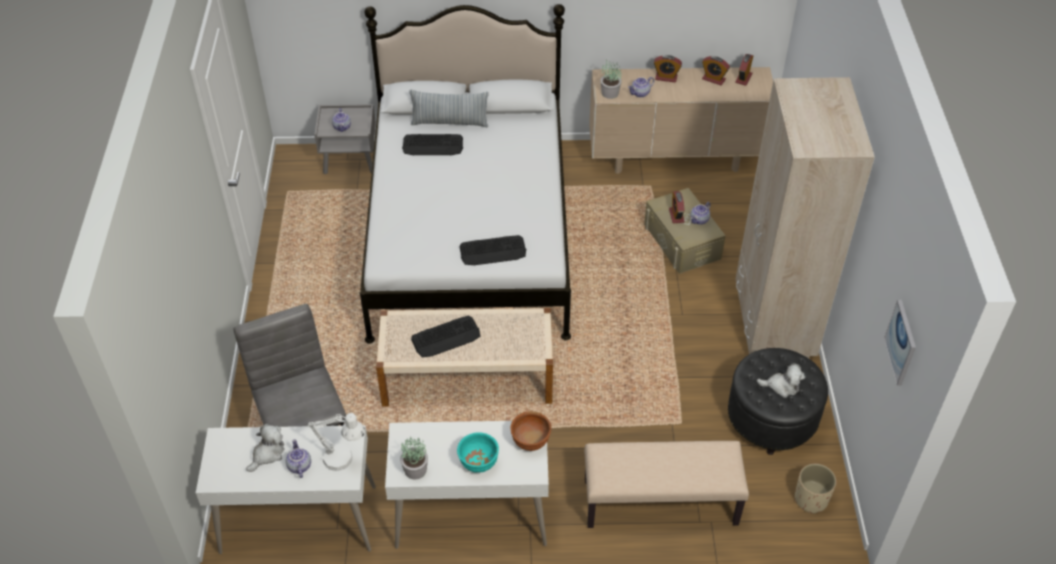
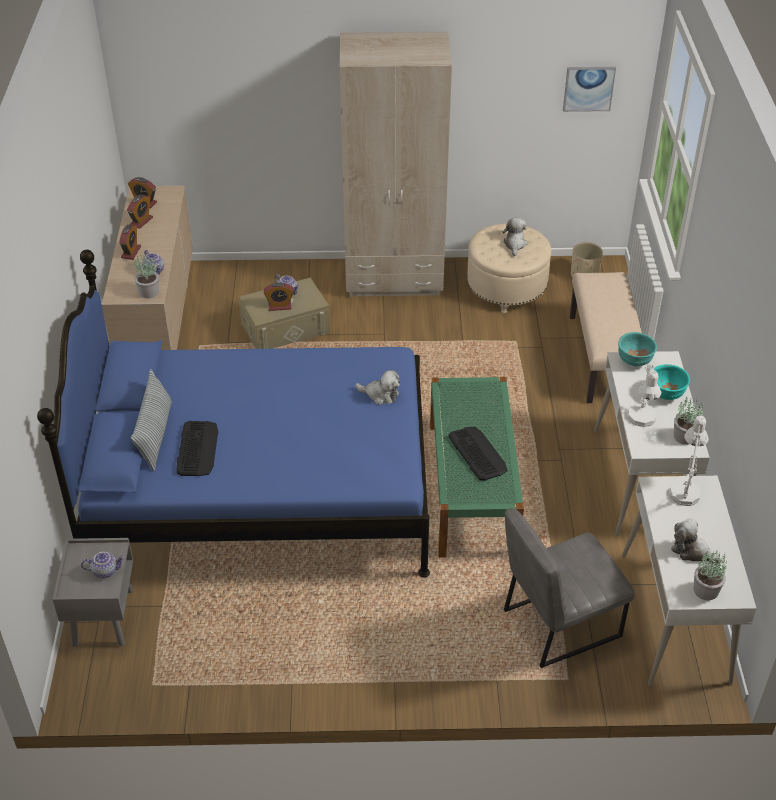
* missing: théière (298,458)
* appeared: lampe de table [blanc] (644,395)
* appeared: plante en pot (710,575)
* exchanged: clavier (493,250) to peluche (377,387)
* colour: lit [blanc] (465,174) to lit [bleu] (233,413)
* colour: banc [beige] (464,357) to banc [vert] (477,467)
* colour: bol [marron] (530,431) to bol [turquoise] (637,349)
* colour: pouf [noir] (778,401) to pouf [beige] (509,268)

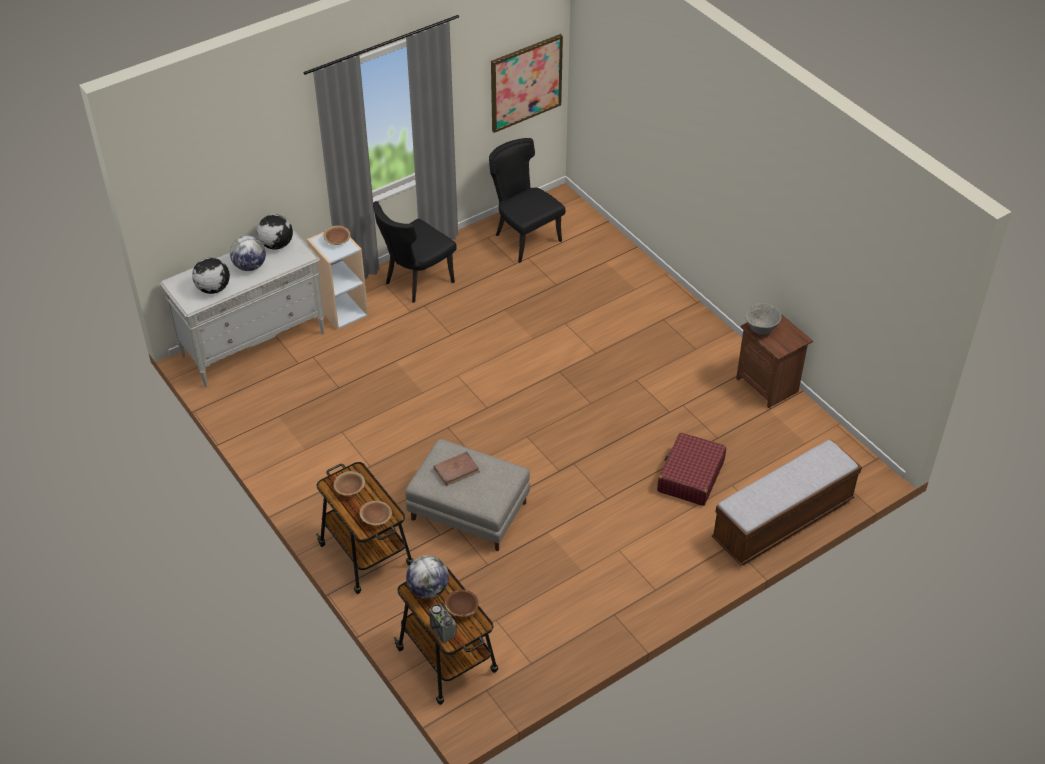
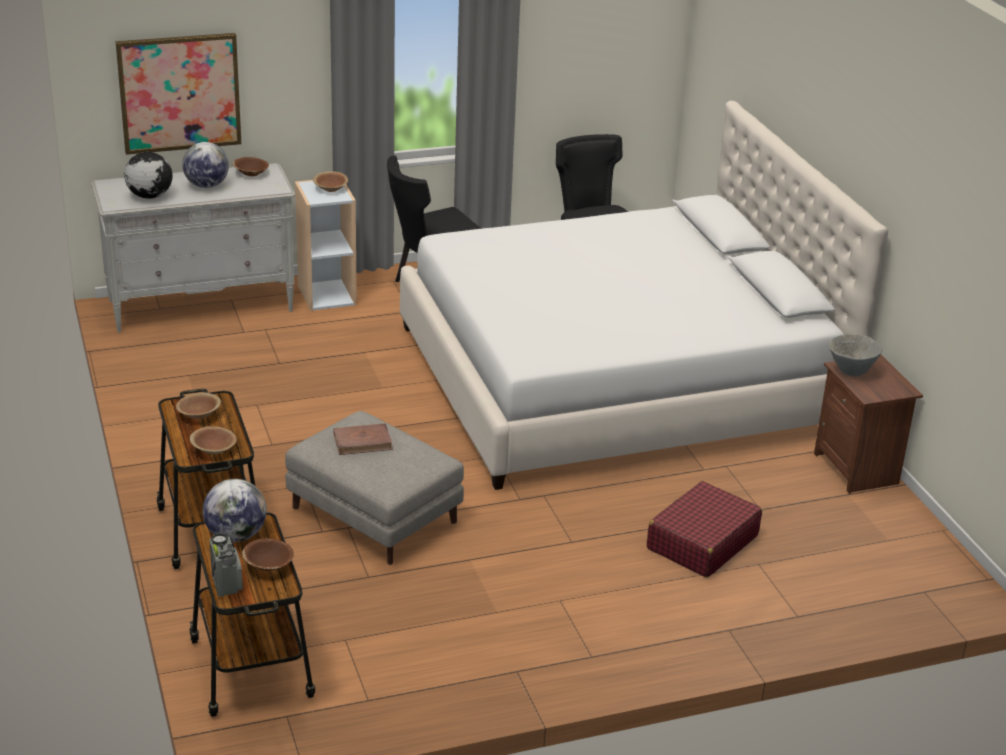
* missing: banc (787,503)
* appeared: lit [blanc] (644,295)
* relocated: tableau (527,83) to (178,94)
* exchanged: globe (275,232) to bol [marron] (251,166)

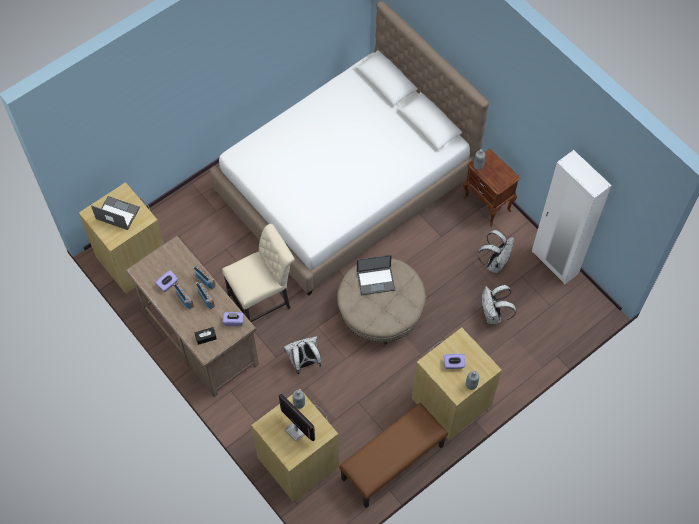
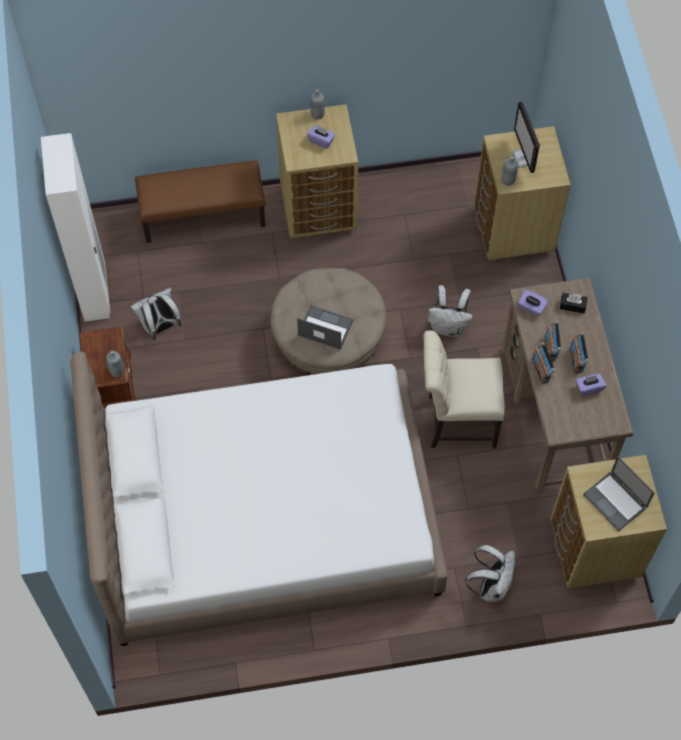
* relocated: banc [marron] (393,455) to (200,202)
* relocated: sac à dos [blanc] (499,304) to (490,573)

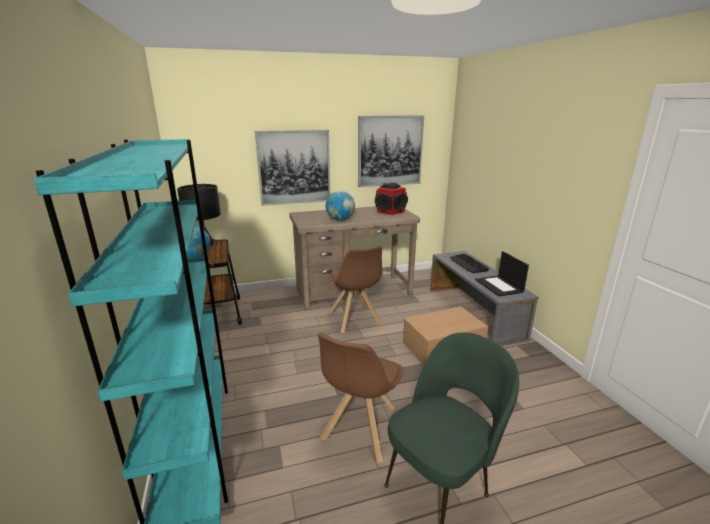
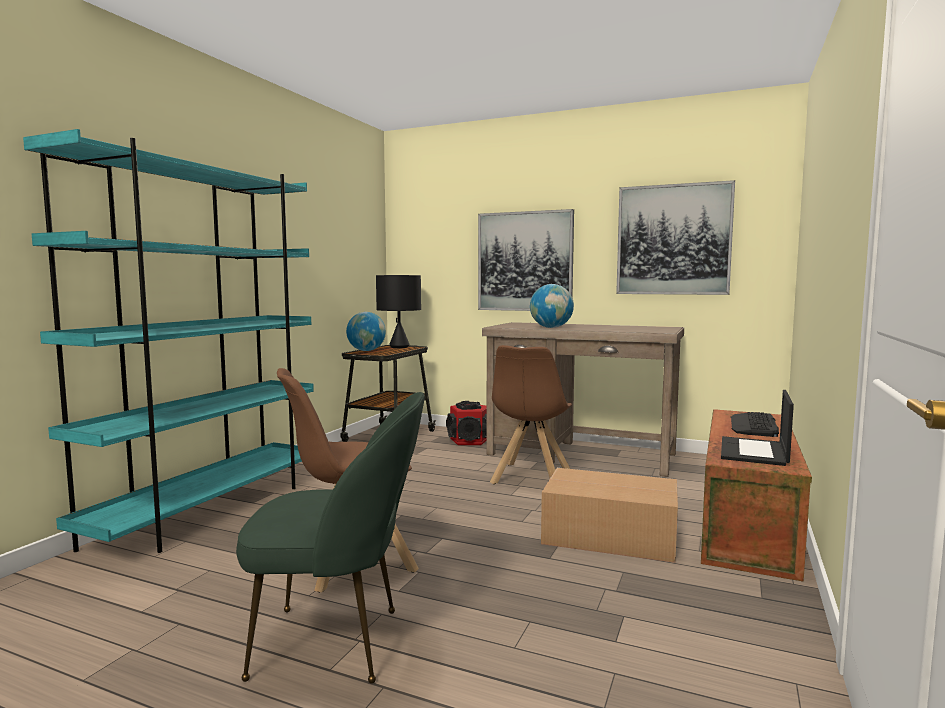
* relocated: enceinte (391,199) to (466,423)
* colour: banc [gris] (484,298) to banc [marron] (756,495)

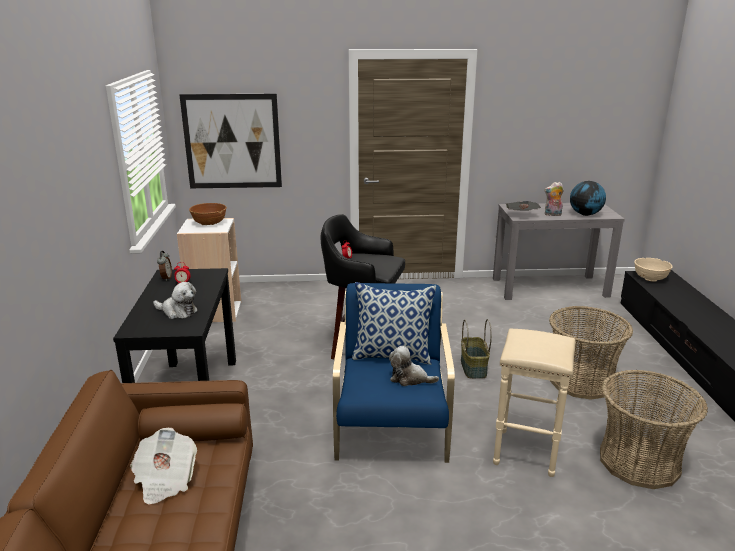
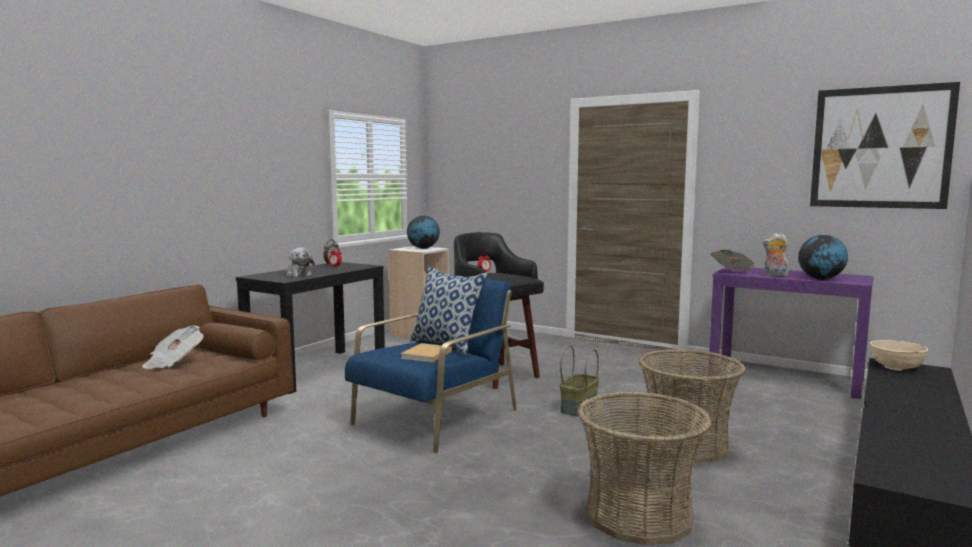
* missing: tabouret [beige] (534,403)
* relocated: tableau (230,141) to (885,145)
* exchanged: bol [marron] (208,214) to globe (423,232)
* exchanged: peluche (414,366) to livre [beige] (426,353)
* colour: table console [gris] (559,251) to table console [violet] (791,333)

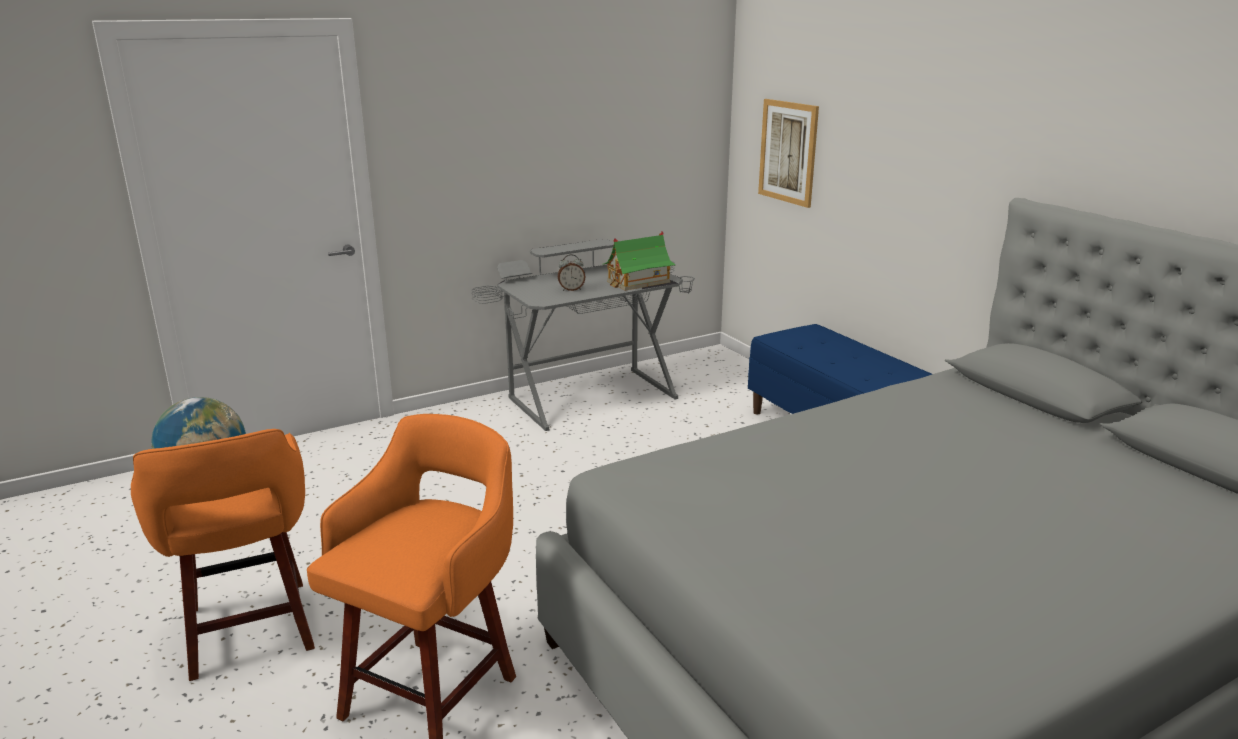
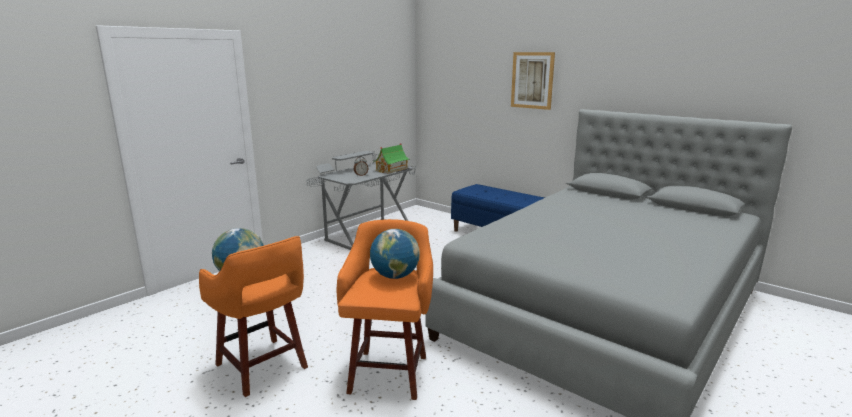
* appeared: globe (395,254)
* relocated: tableau (788,153) to (533,81)

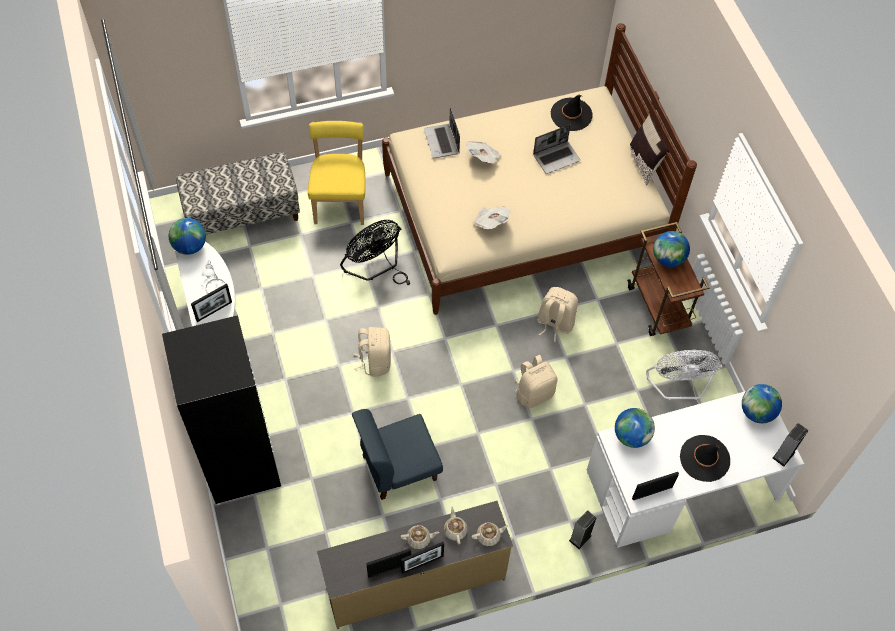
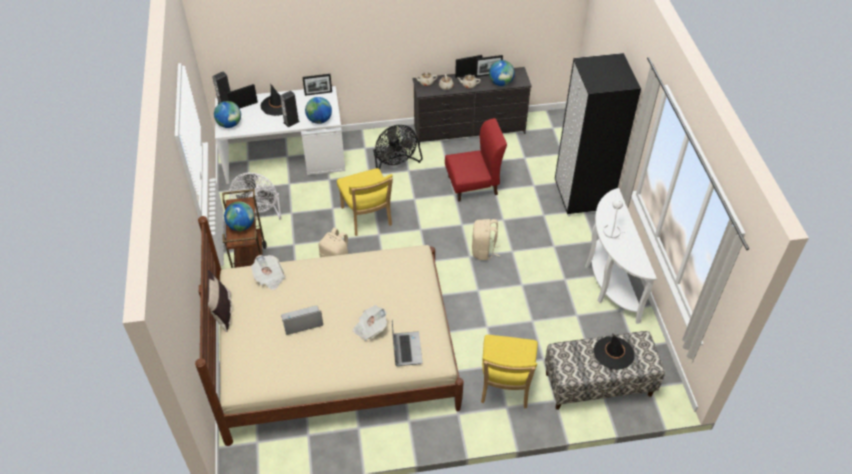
* relocated: globe (187,236) to (502,73)
* relocated: cadre photo (211,302) to (242,96)
* relocated: ventilateur [noir] (375,252) to (398,147)
* relocated: journal (492,217) to (268,272)
* relocated: chapeau [noir] (572,113) to (614,351)
* relocated: enceinte (582,529) to (290,109)
* exchanged: sac à dos [beige] (536,381) to chaise [jaune] (365,202)
* colour: chaise [bleu] (397,454) to chaise [rouge] (476,160)

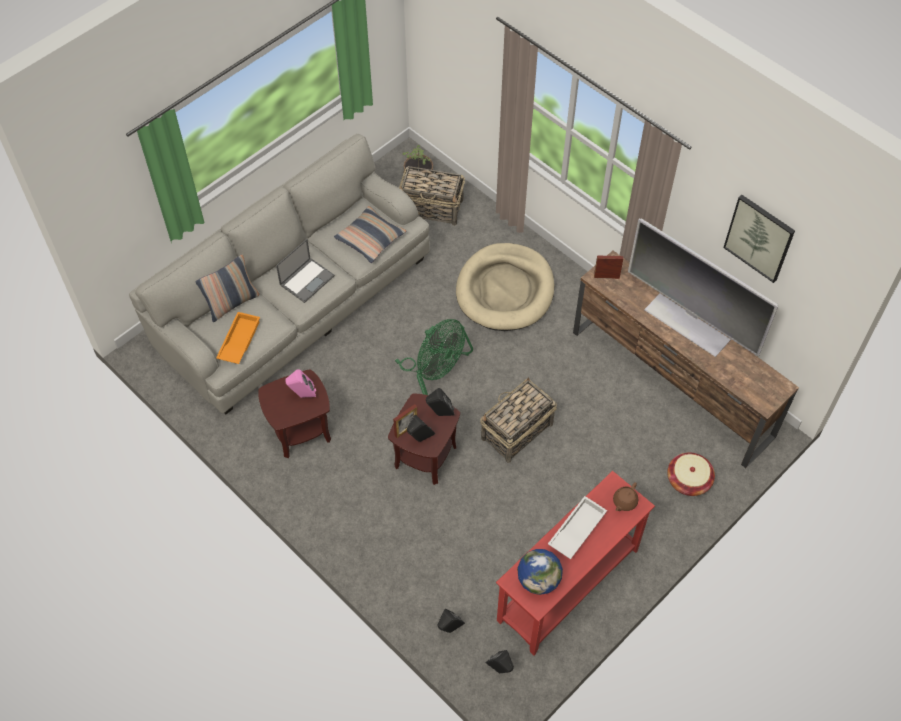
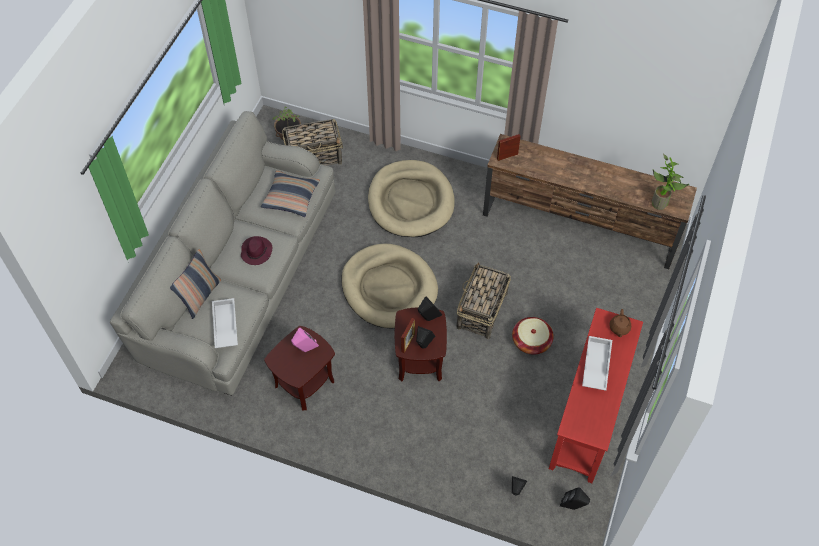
* missing: globe (540,572)
* missing: téléviseur (703,287)
* missing: tableau (759,239)
* appeared: plante en pot (670,182)
* relocated: panier (691,474) to (533,336)
* exchanged: ordinateur portable (305,271) to chapeau [violet] (256,250)
* exchanged: ventilateur [vert] (434,357) to panier pour chien [beige] (390,286)
* colour: plateau [orange] (238,338) to plateau [blanc] (225,323)

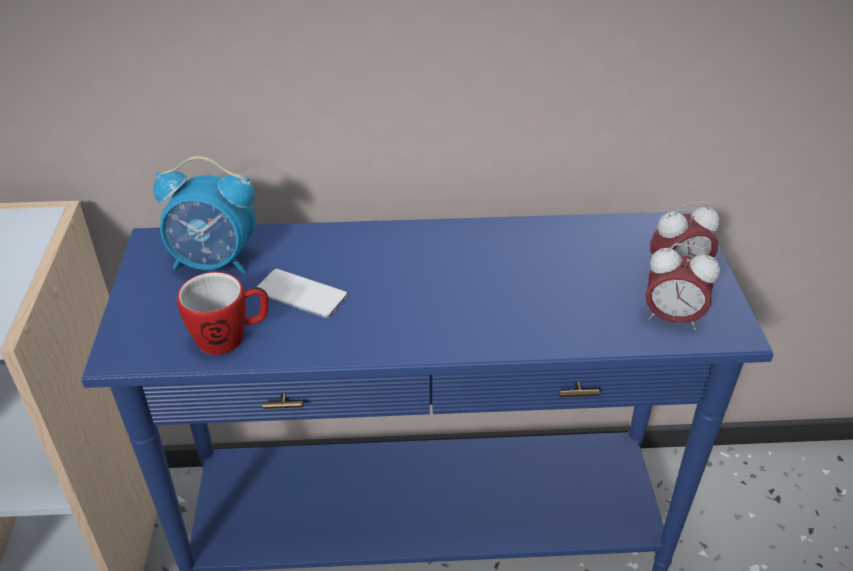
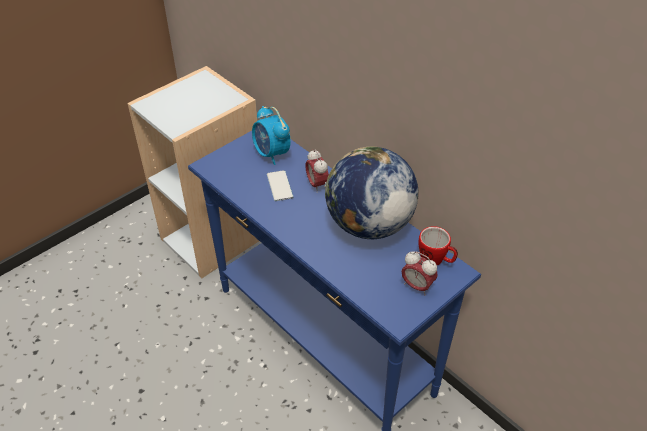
* appeared: globe (372,193)
* relocated: mug (222,313) to (438,245)
* relocated: réveil (683,286) to (317,171)

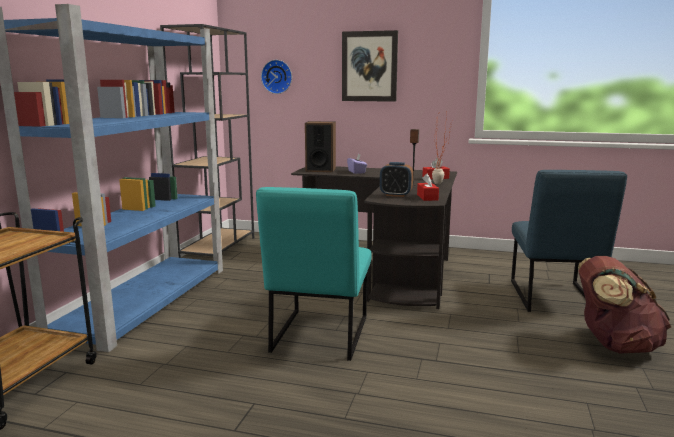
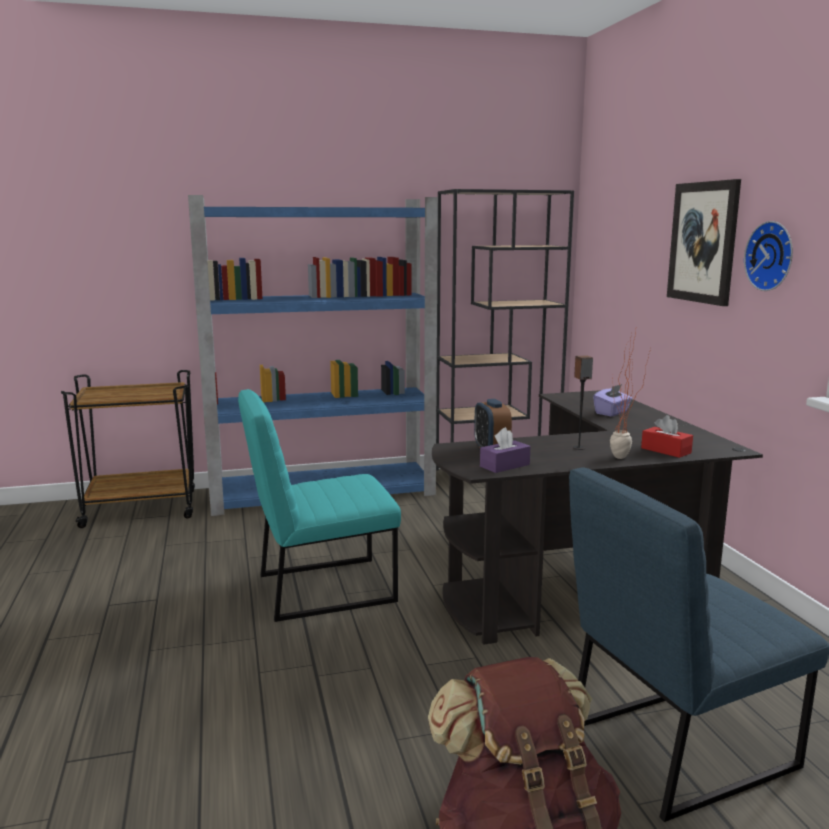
* missing: enceinte (320,146)
* relocated: horloge murale (276,77) to (768,256)
* colour: boîte à mouchoirs [rouge] (428,187) to boîte à mouchoirs [violet] (505,450)

